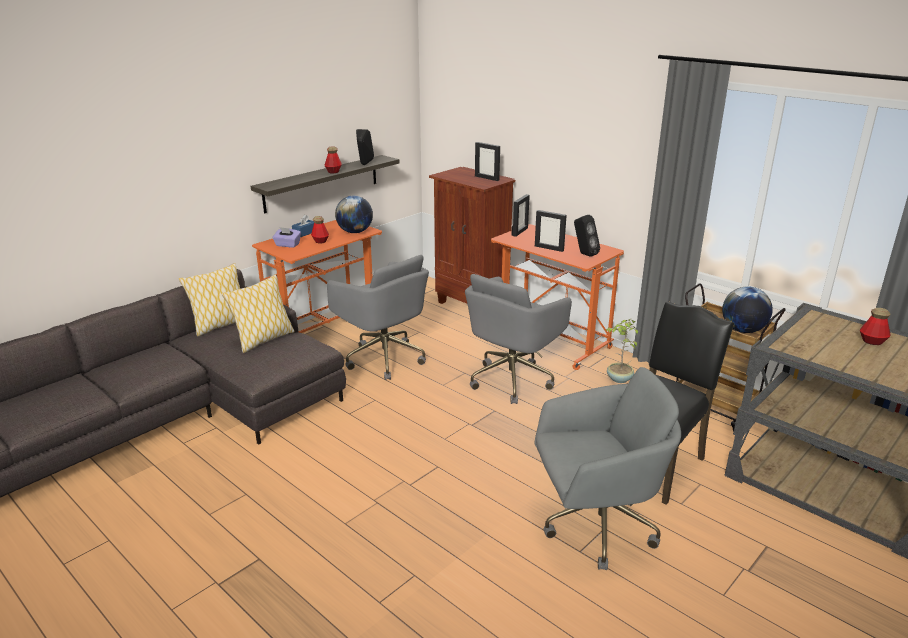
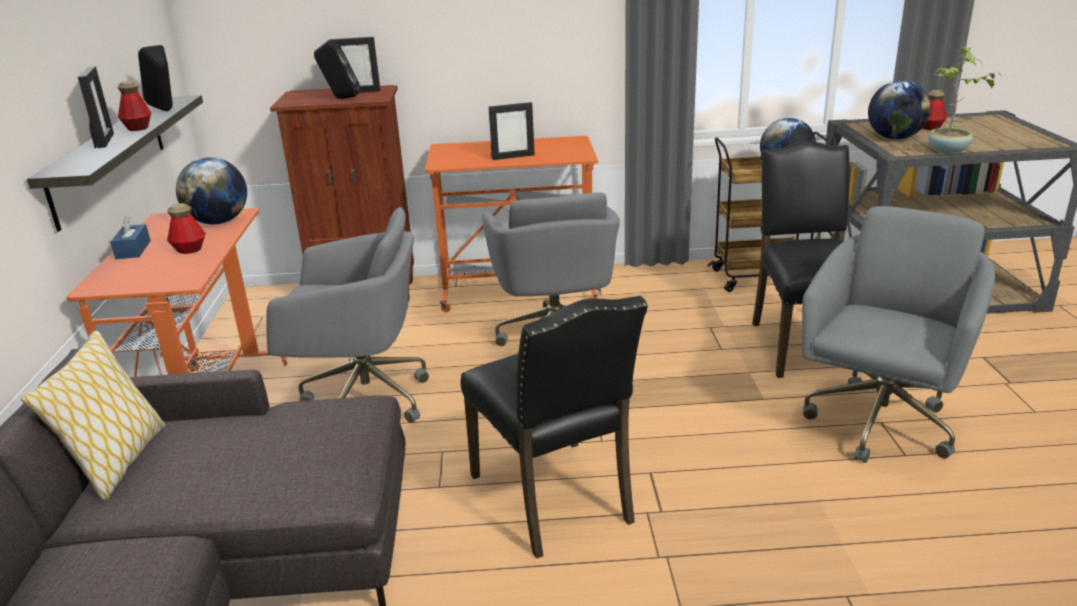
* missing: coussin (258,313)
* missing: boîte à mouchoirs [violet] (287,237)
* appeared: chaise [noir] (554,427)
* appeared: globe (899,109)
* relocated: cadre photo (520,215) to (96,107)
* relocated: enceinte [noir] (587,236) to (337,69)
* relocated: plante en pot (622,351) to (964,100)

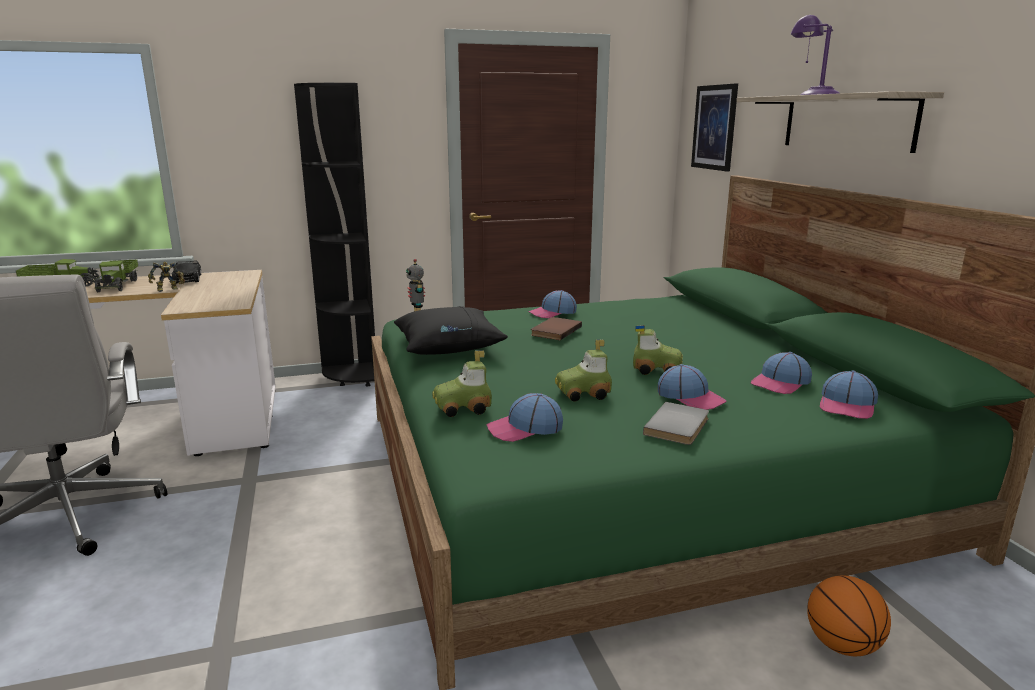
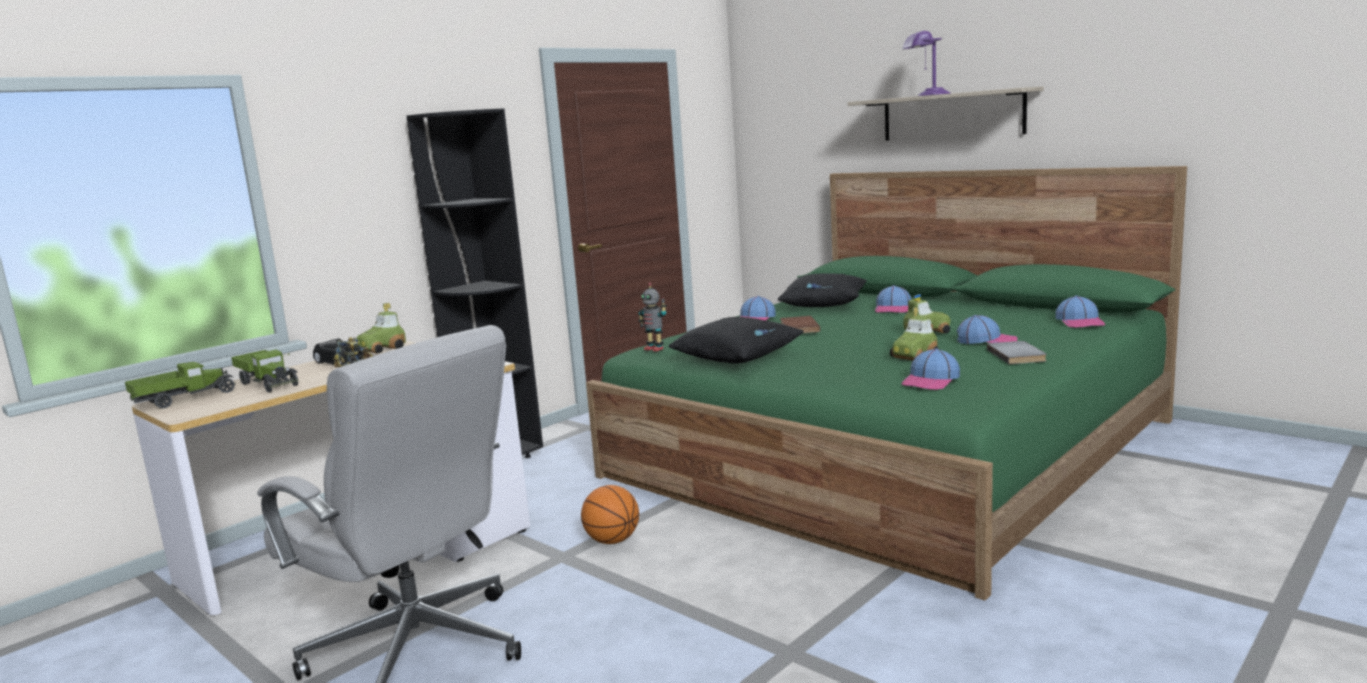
* missing: tableau (714,127)
* appeared: coussin [noir] (822,290)
* relocated: petite voiture (462,383) to (381,328)
* relocated: casquette (781,373) to (893,299)
* relocated: ballon de basket (849,615) to (610,514)

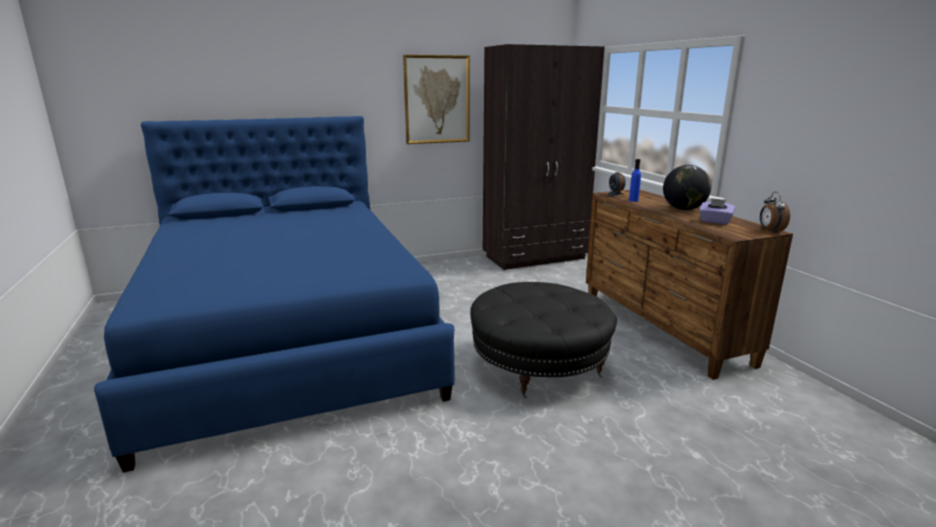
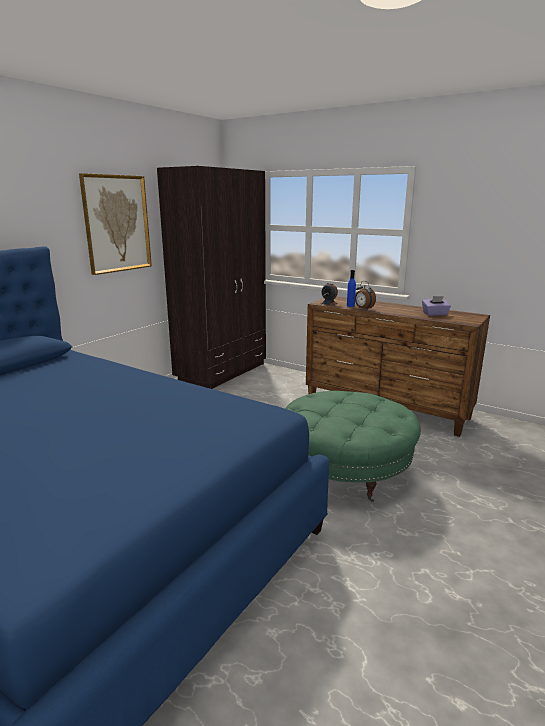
* missing: globe (687,187)
* relocated: réveil (775,212) to (365,295)
* colour: pouf [noir] (543,340) to pouf [vert] (353,446)

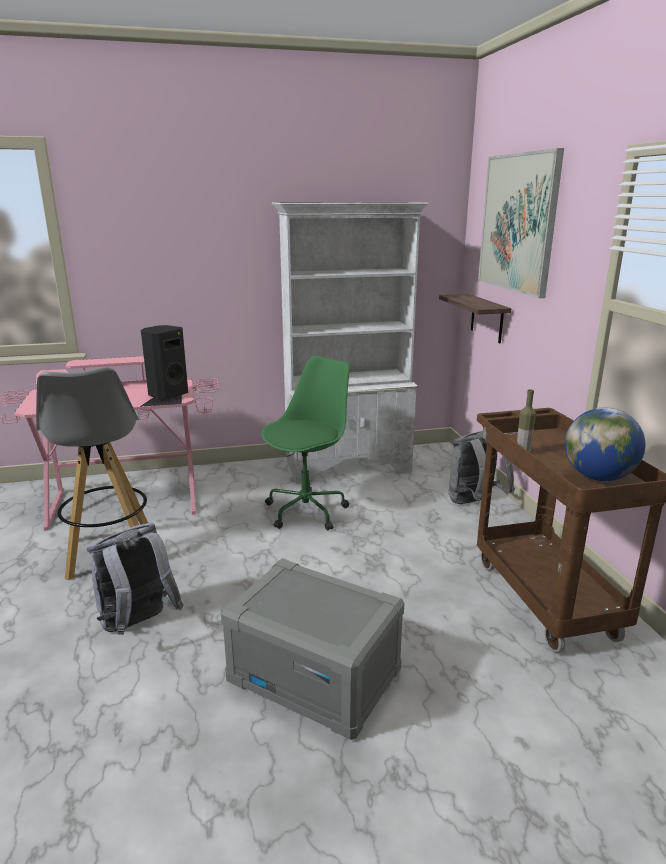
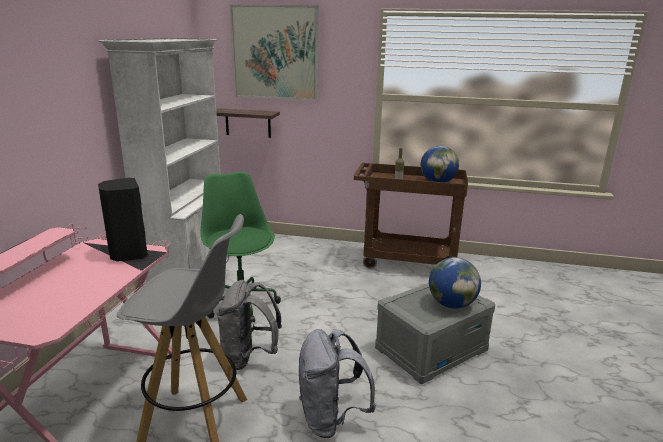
* appeared: globe (455,283)
* relocated: sac à dos [gris] (481,467) to (249,325)

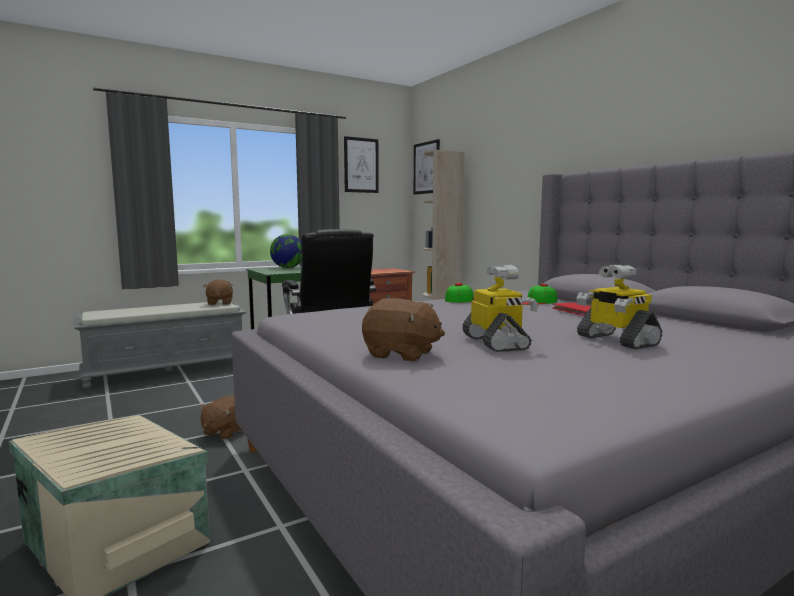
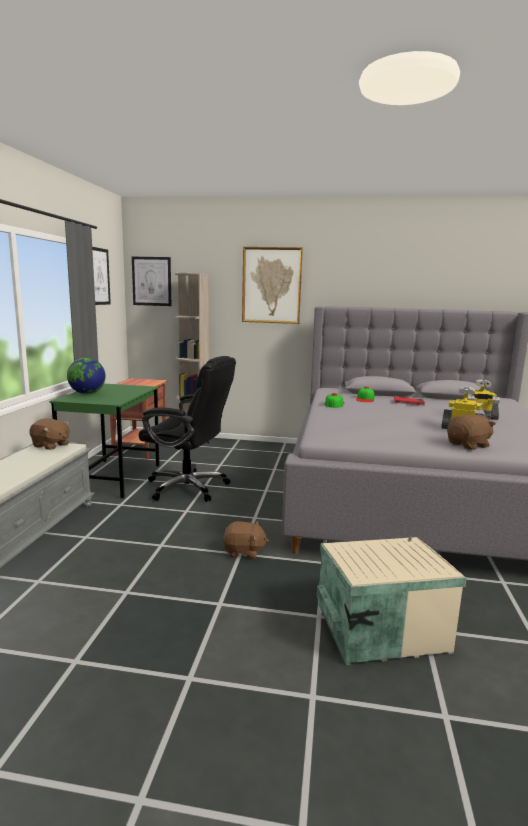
* appeared: tableau (272,285)
* spun: peluche [marron] (221,417) = (246,540) 60 degrees counterclockwise

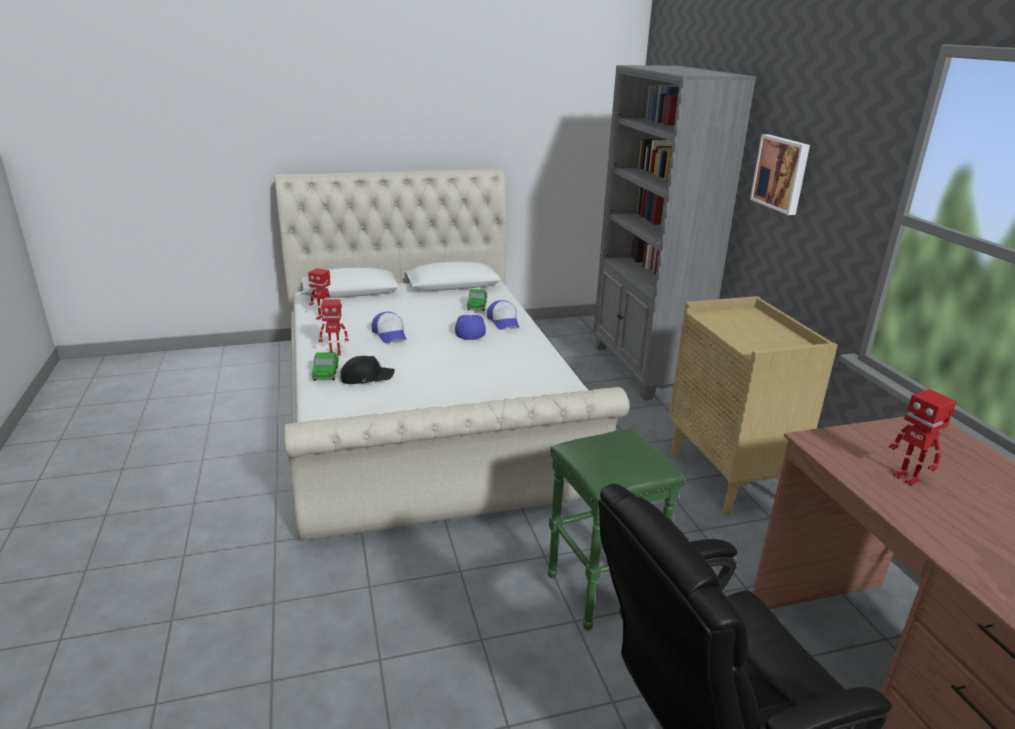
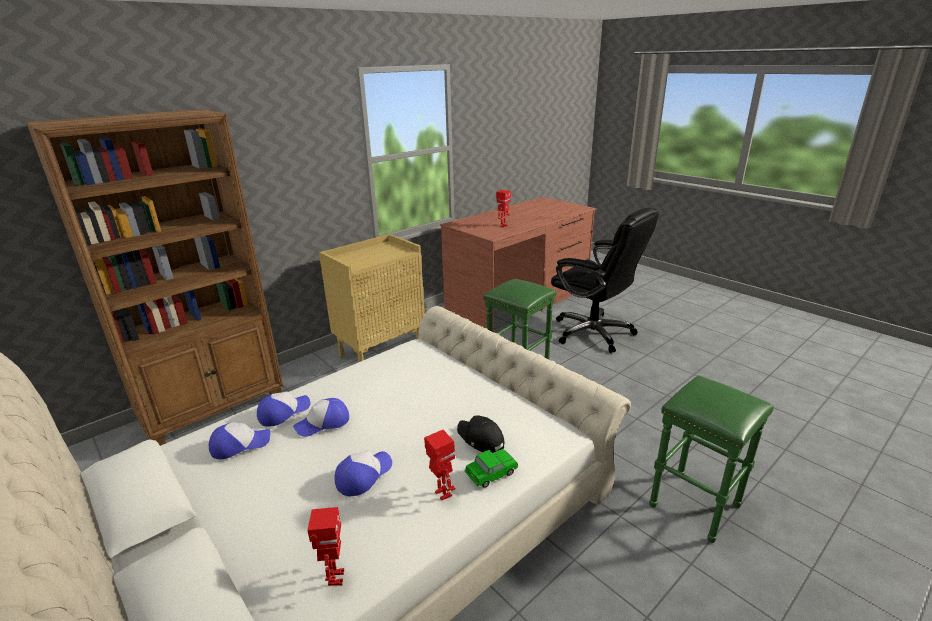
* missing: tableau (780,174)
* appeared: tabouret [vert] (711,459)
* exchanged: petite voiture (477,300) to casquette (239,440)
* colour: bibliothèque [gris] (674,233) to bibliothèque [marron] (154,277)

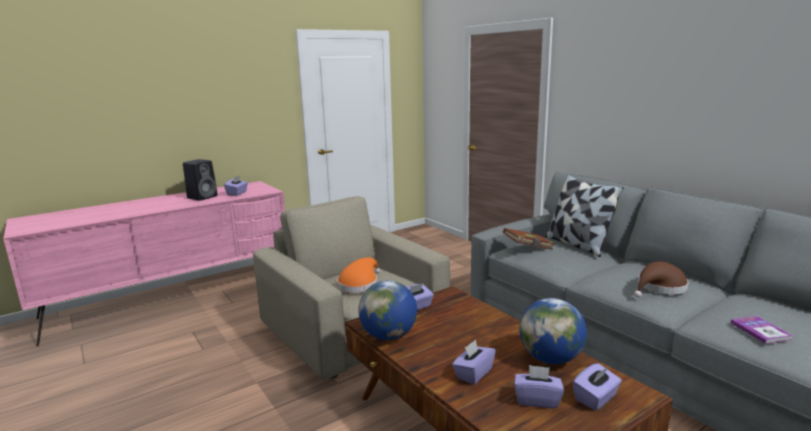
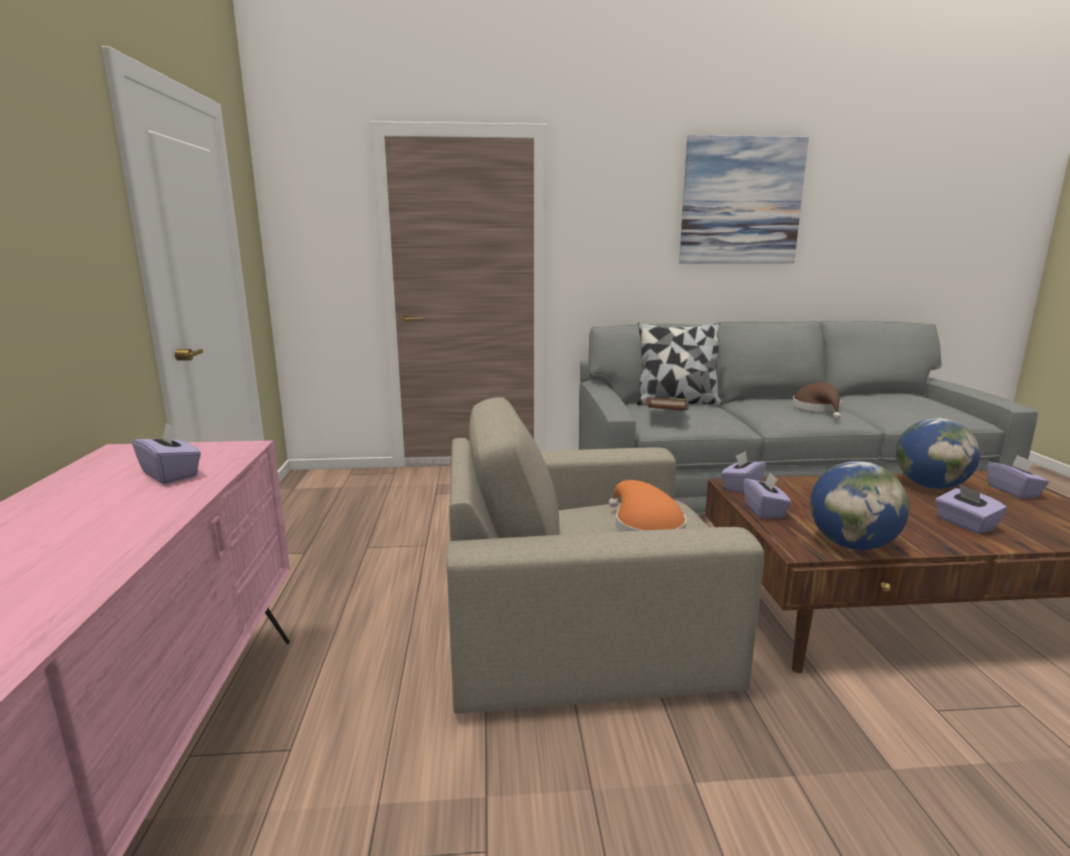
* missing: enceinte [noir] (200,180)
* missing: livre (762,330)
* appeared: tableau (744,199)
* relocated: boîte à mouchoirs [violet] (539,387) to (743,472)

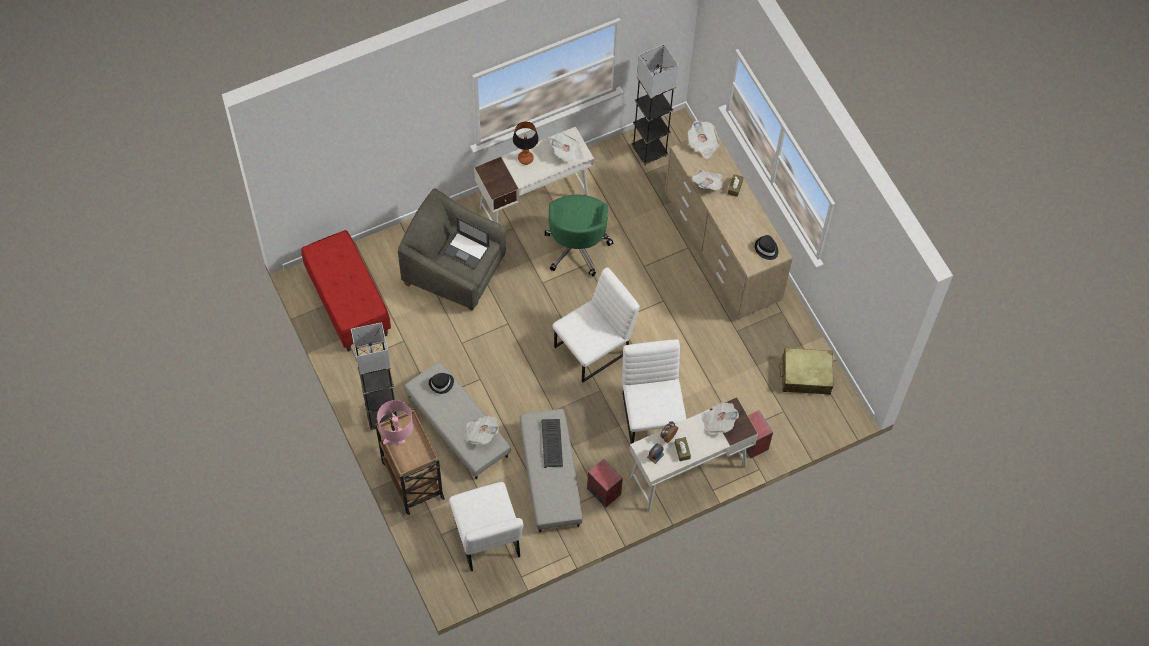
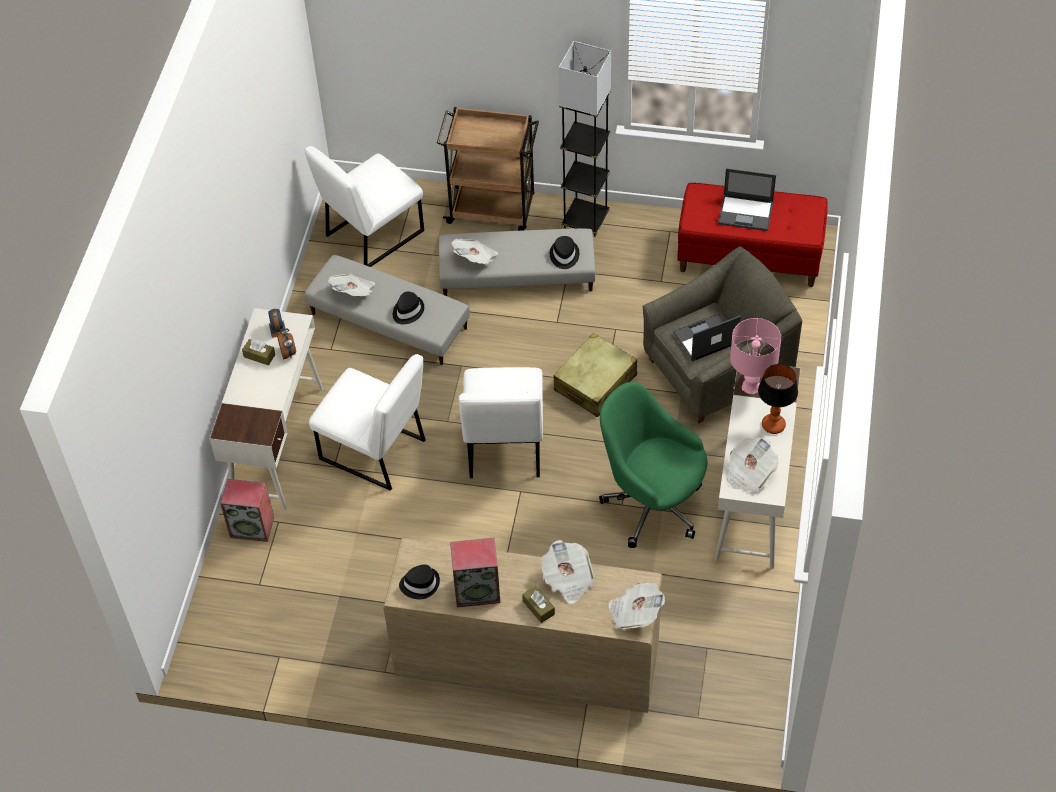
* missing: lampadaire [gris] (654,105)
* appeared: ordinateur portable (747,199)
* relocated: lampe de table [rose] (395,422) to (755,356)
* relocated: enceinte (605,483) to (475,572)
* relocated: journal (720,417) to (352,285)
* relocated: valise [beige] (806,371) to (595,375)
* exchanged: clavier (552,443) to chapeau [noir] (408,308)
* spun: chaise [blanc] (486,526) = (364,206) 60 degrees counterclockwise

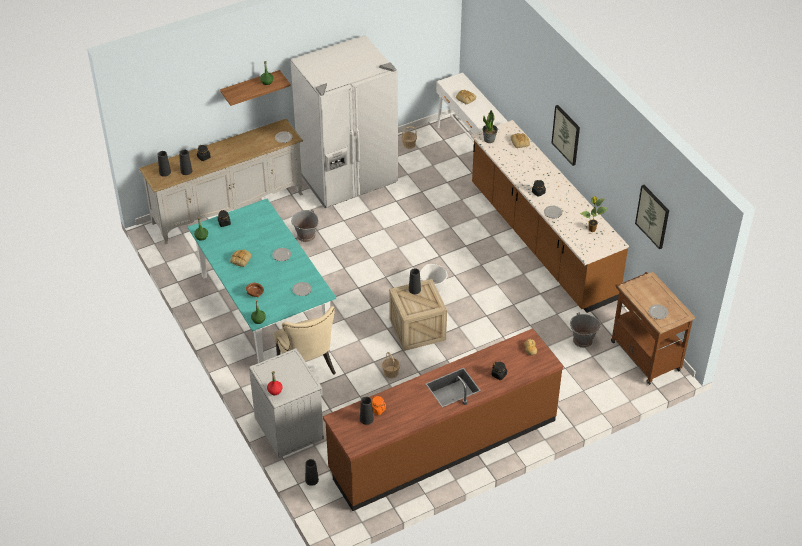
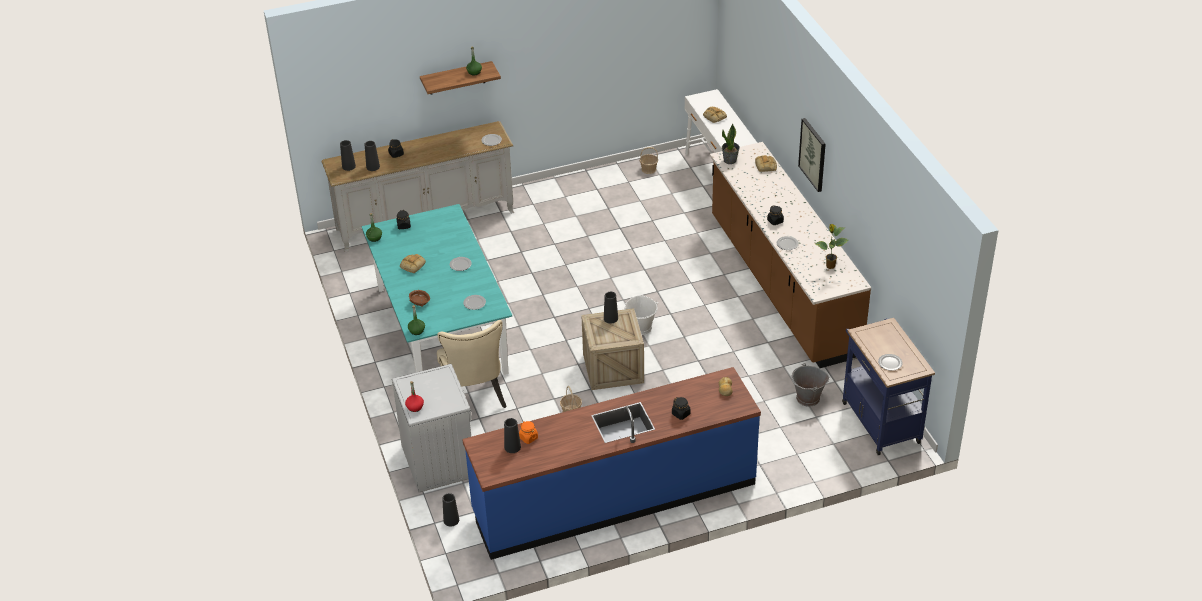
* missing: réfrigérateur [blanc] (344,121)
* missing: seau [gris] (304,226)
* missing: tableau (652,217)
* colour: comptoir de cuisine [marron] (443,419) to comptoir de cuisine [bleu] (611,463)
* colour: chariot [marron] (653,328) to chariot [bleu] (888,386)

